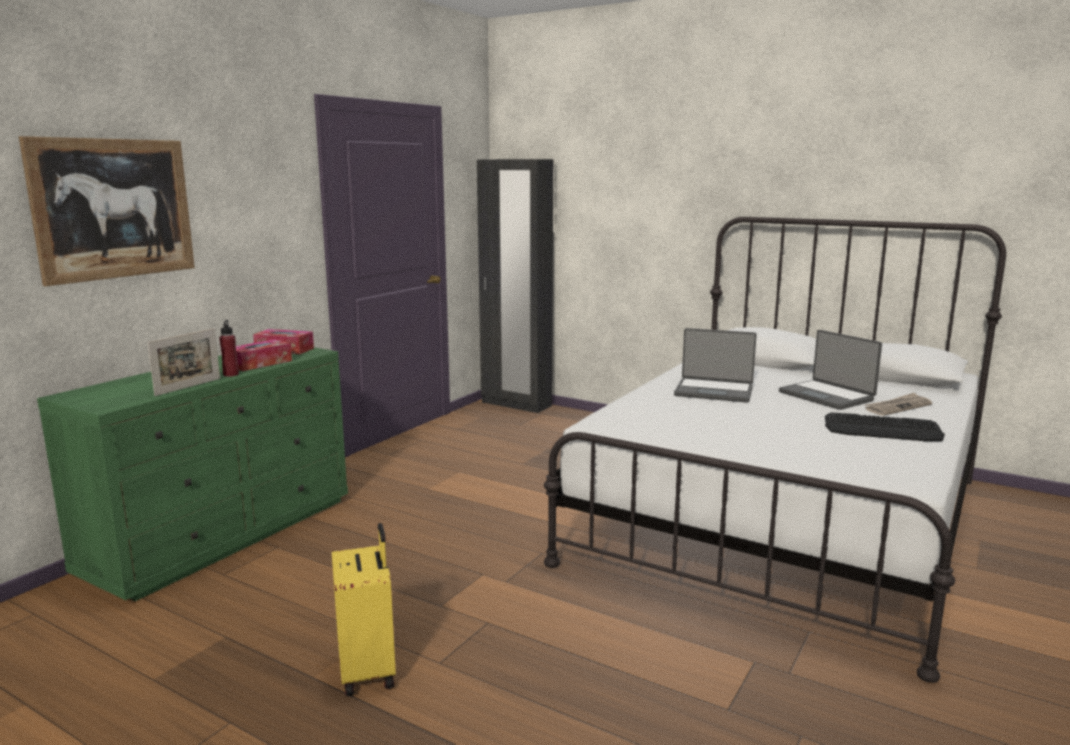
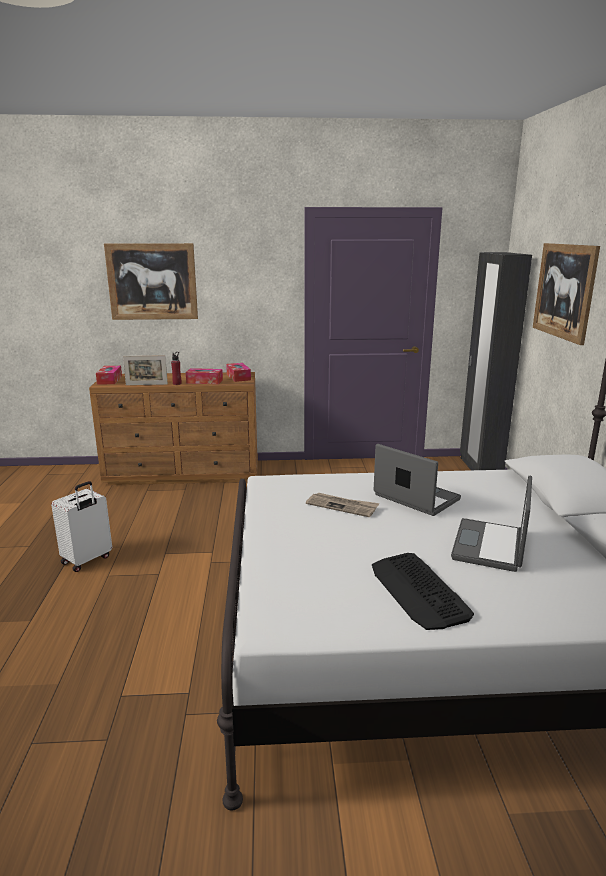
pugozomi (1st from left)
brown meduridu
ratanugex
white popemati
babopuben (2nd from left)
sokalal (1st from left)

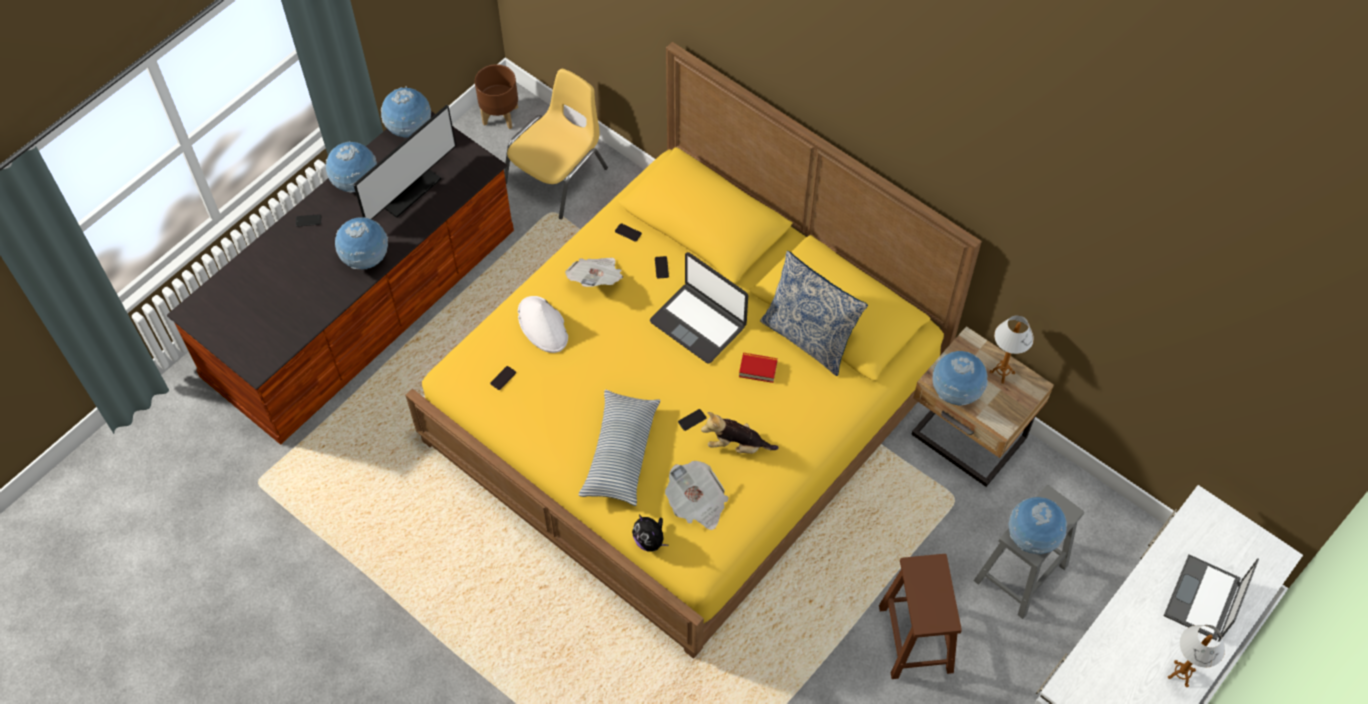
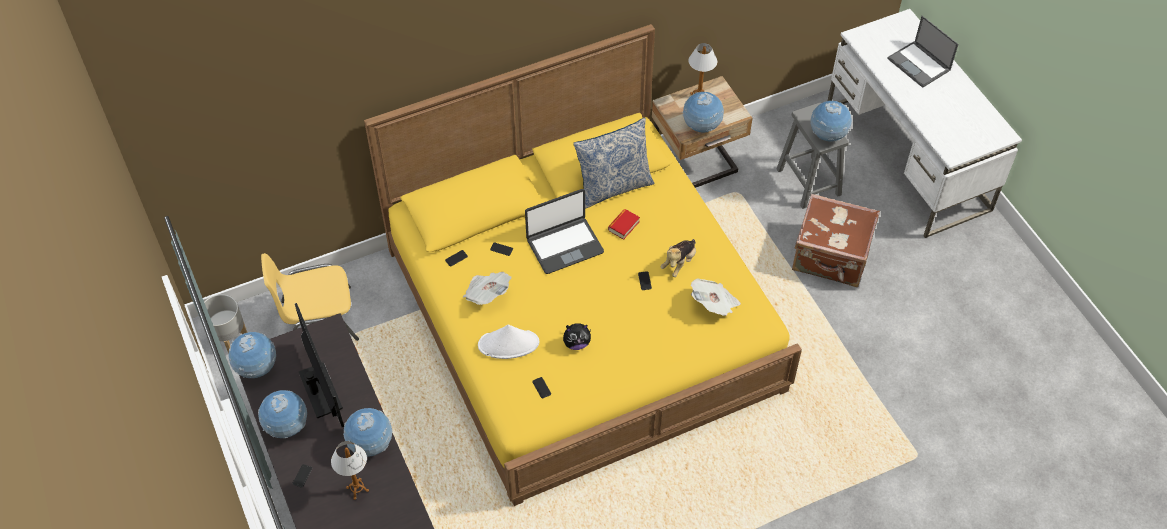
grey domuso
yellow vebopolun
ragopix (1st from left in the first image)
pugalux (1st from left)
brown popemati
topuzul (1st from left)

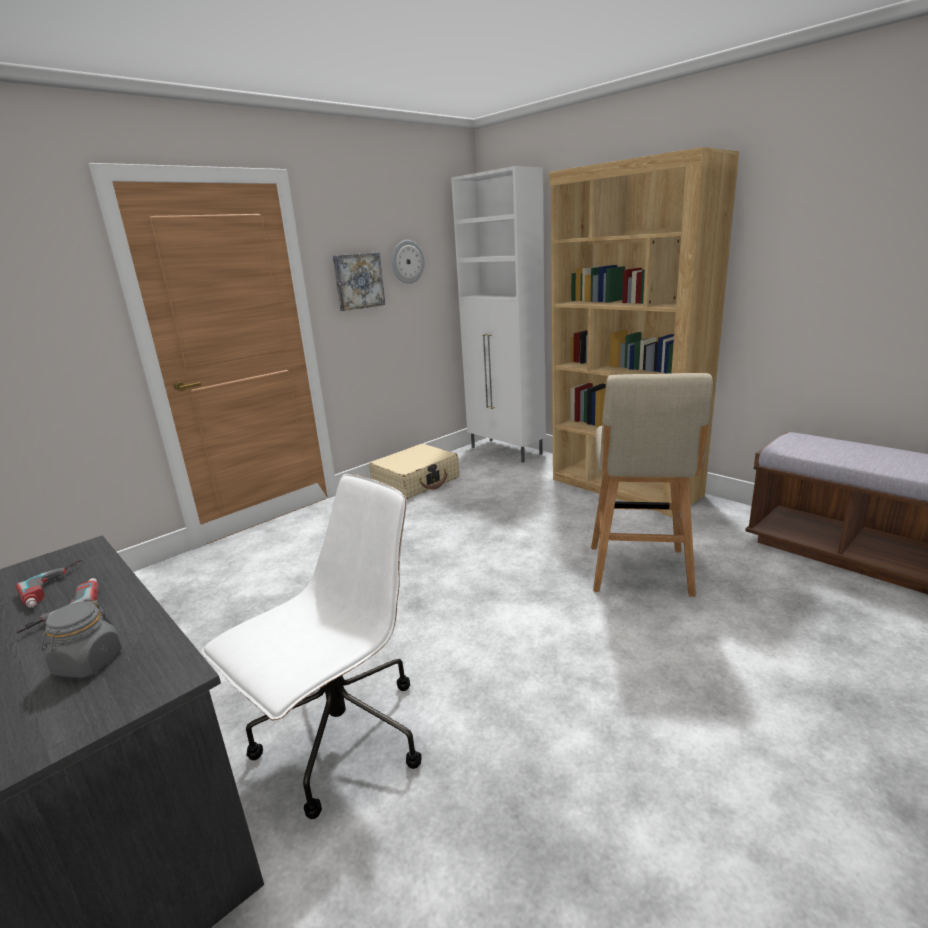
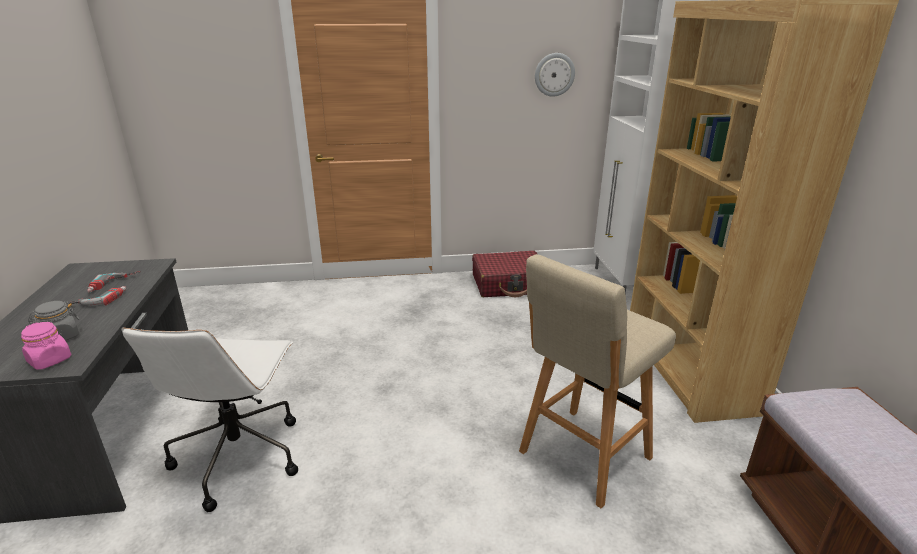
babopuben
red popemati
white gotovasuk
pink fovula

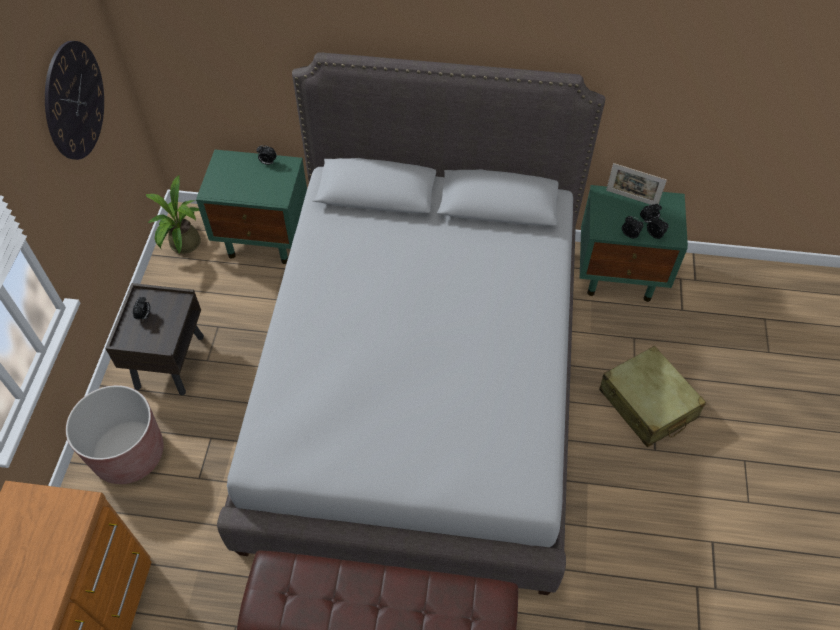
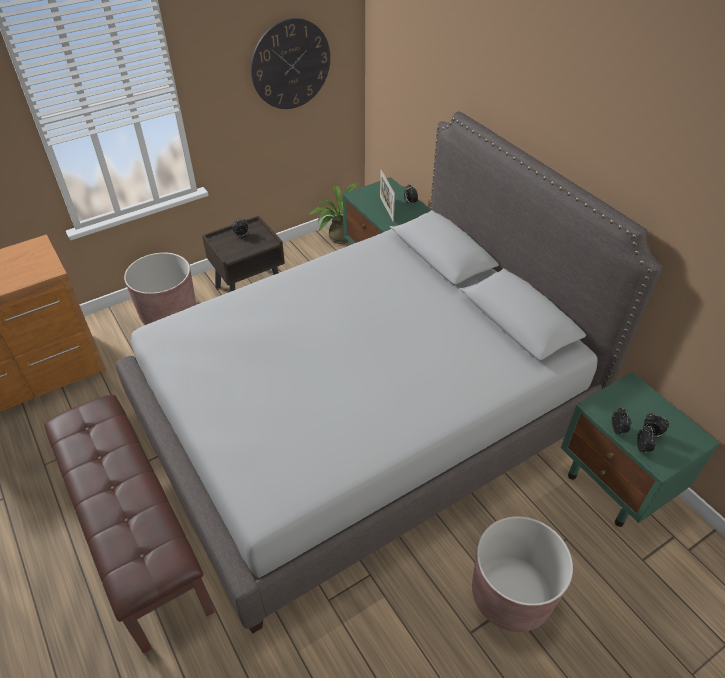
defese
brown domuso (2nd from left)

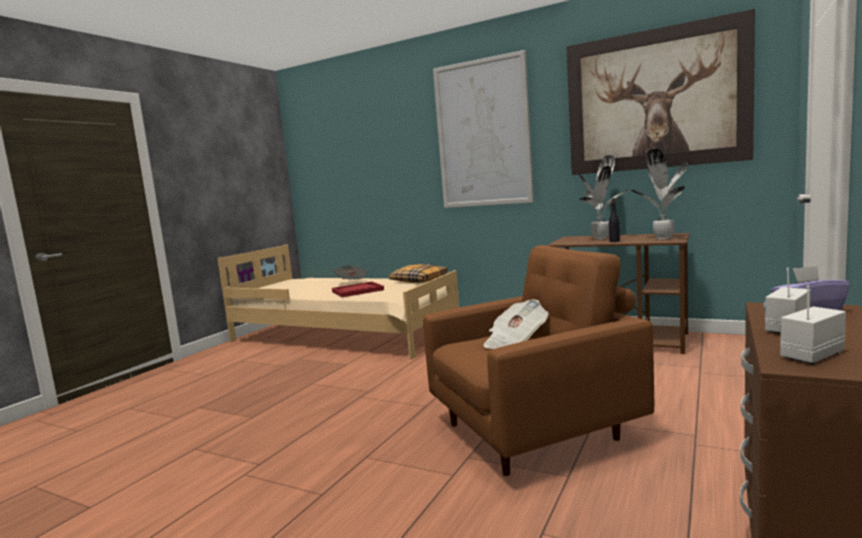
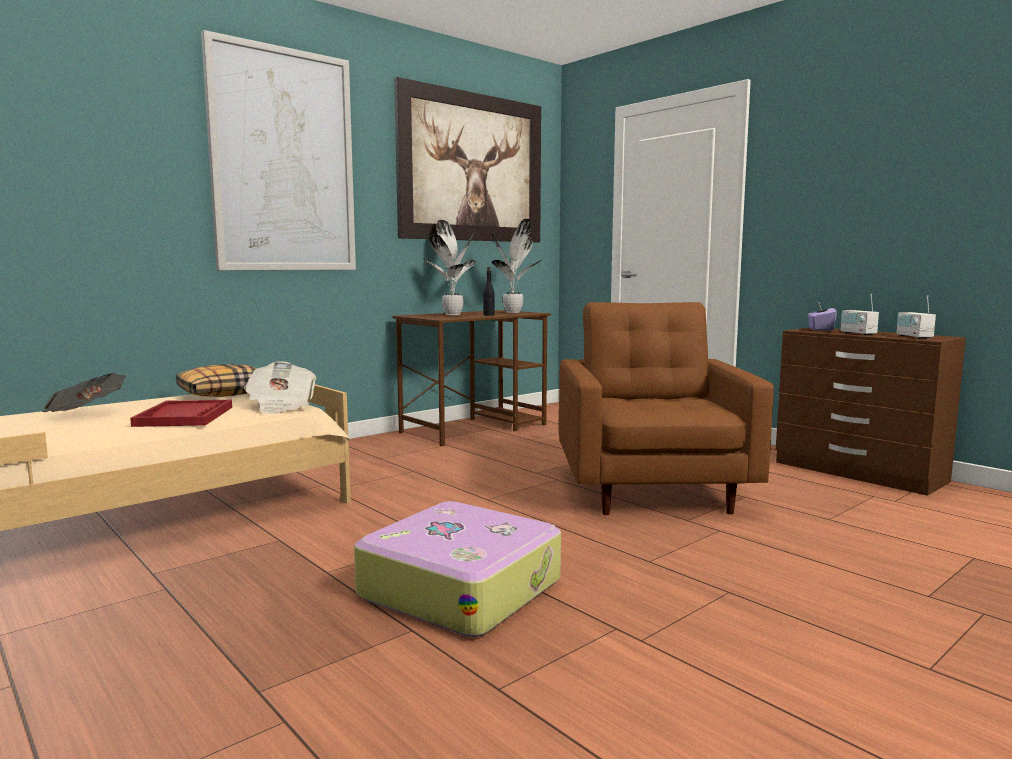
ratanugex (2nd from left)
popemati

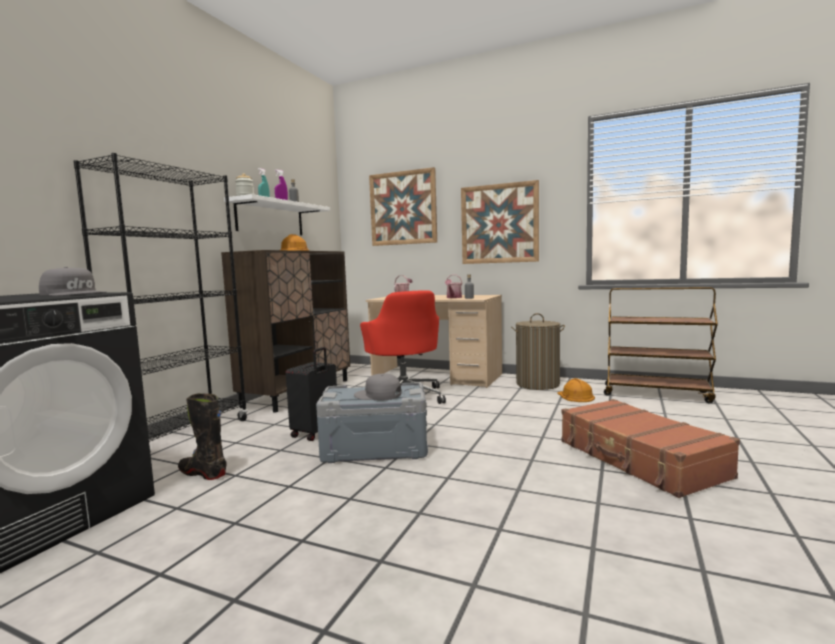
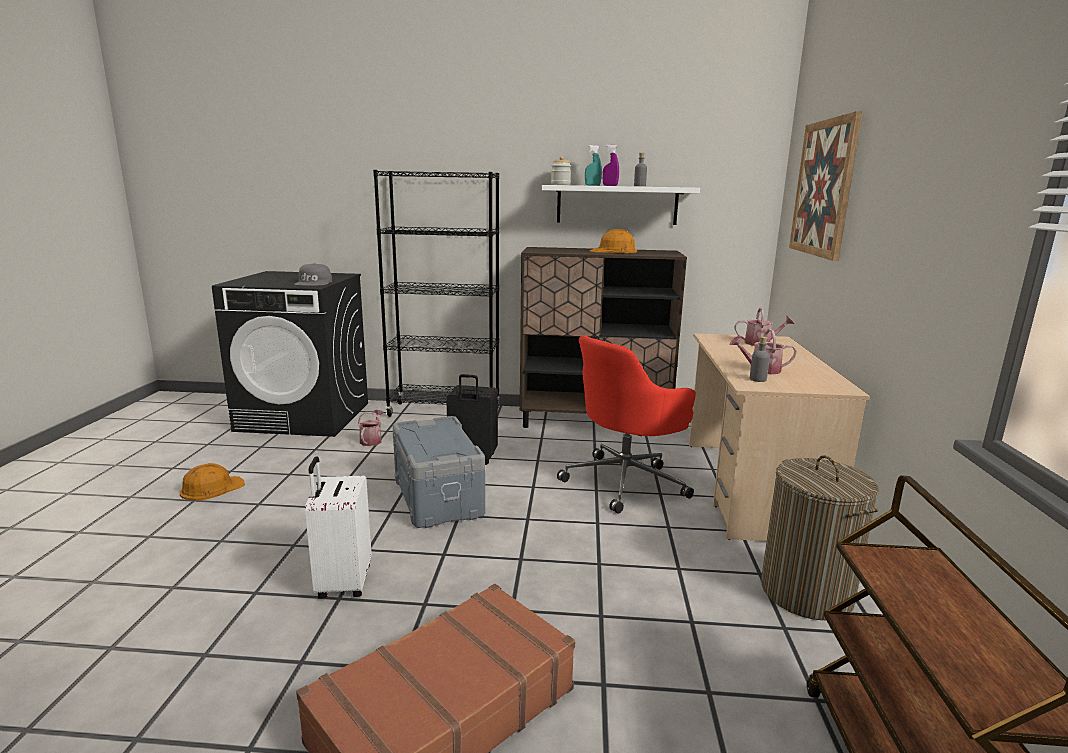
babopuben (2nd from left in the first image)
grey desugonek (2nd from left in the first image)
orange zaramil (1st from left)
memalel (1st from left)
white popemati

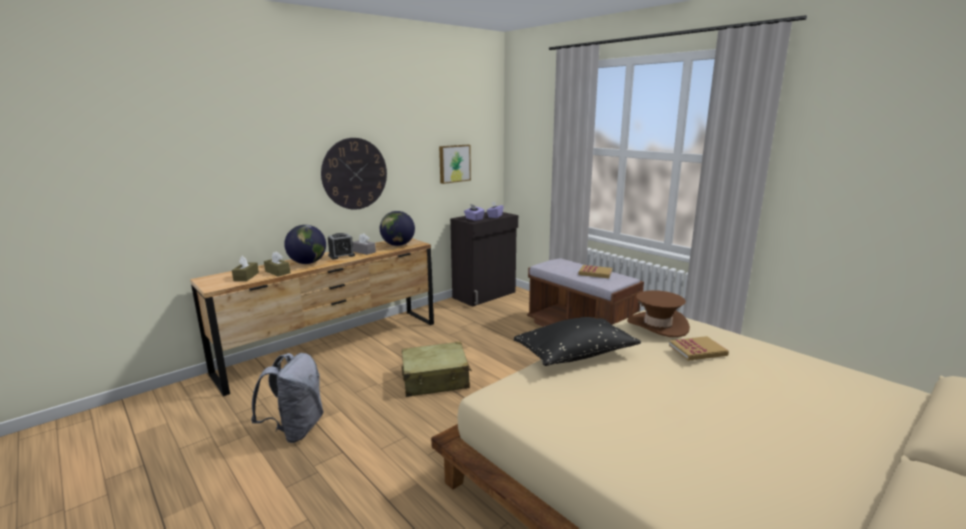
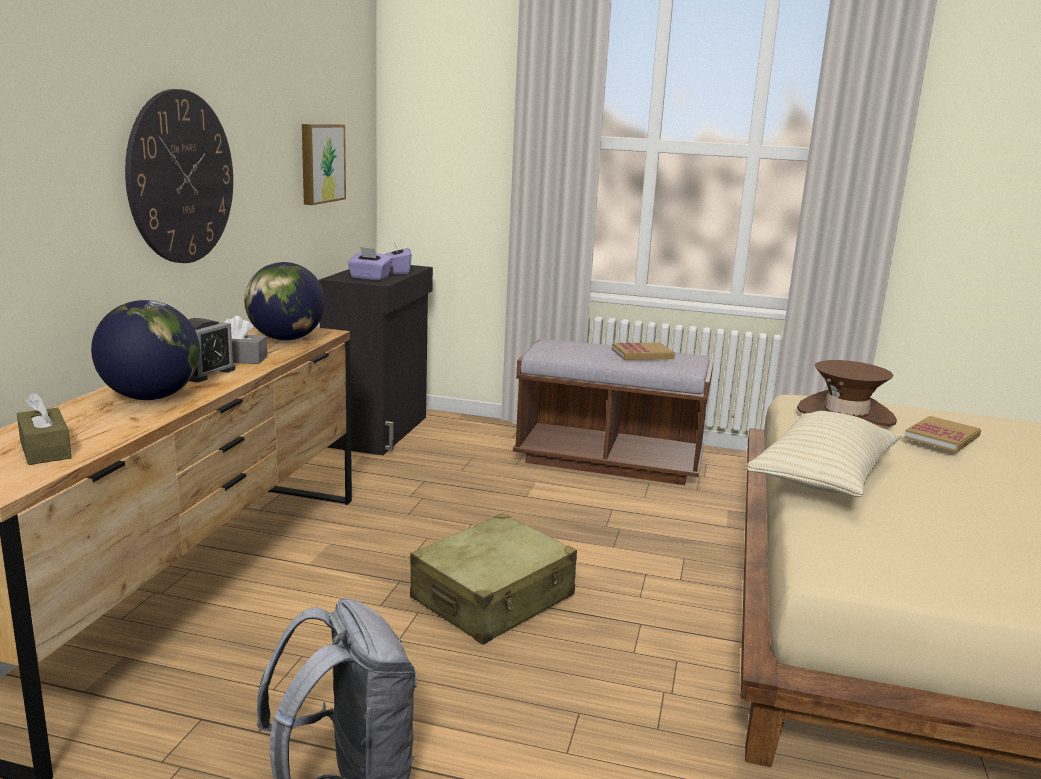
brown sokalal (2nd from left in the first image)
beige ragopix

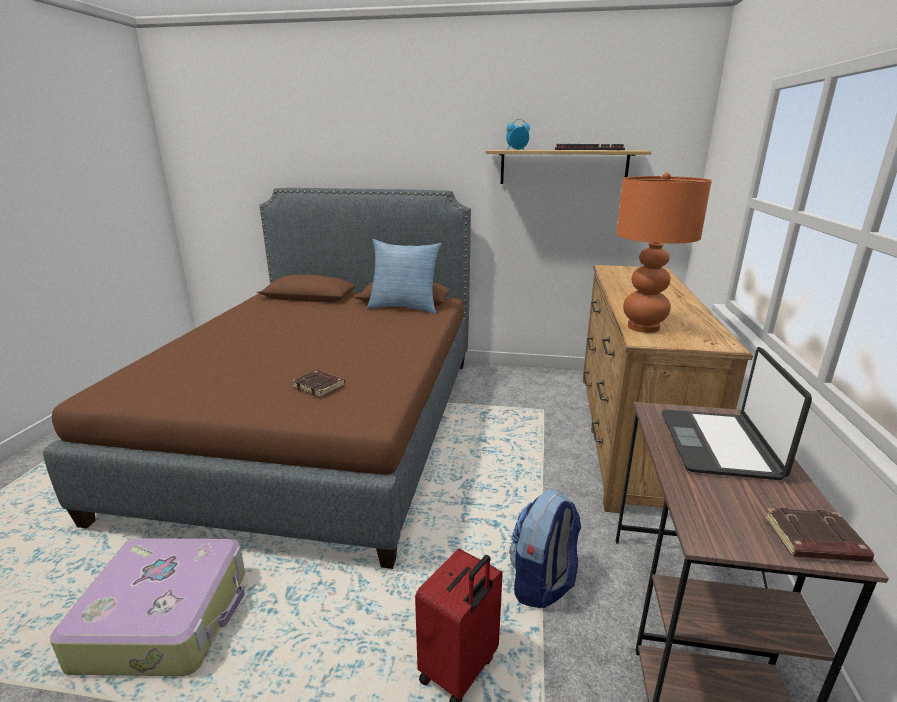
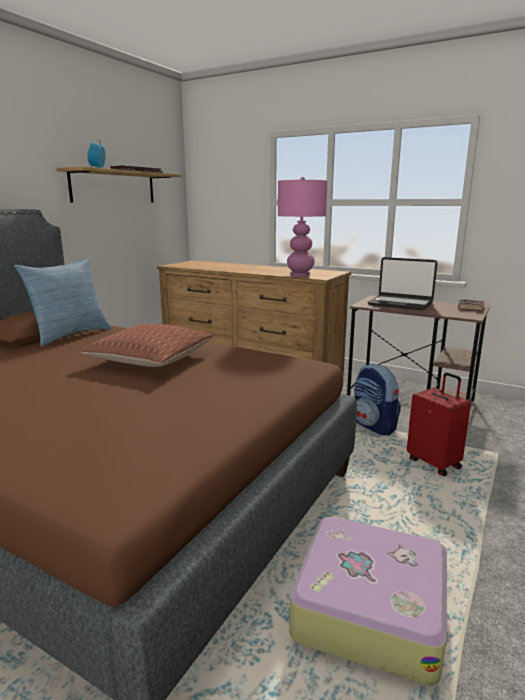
pink topuzul
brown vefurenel (1st from left in the first image)
ragopix (2nd from left)

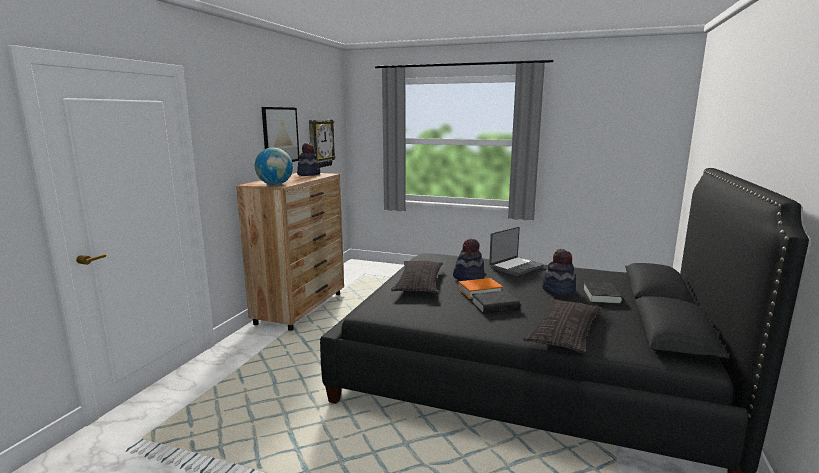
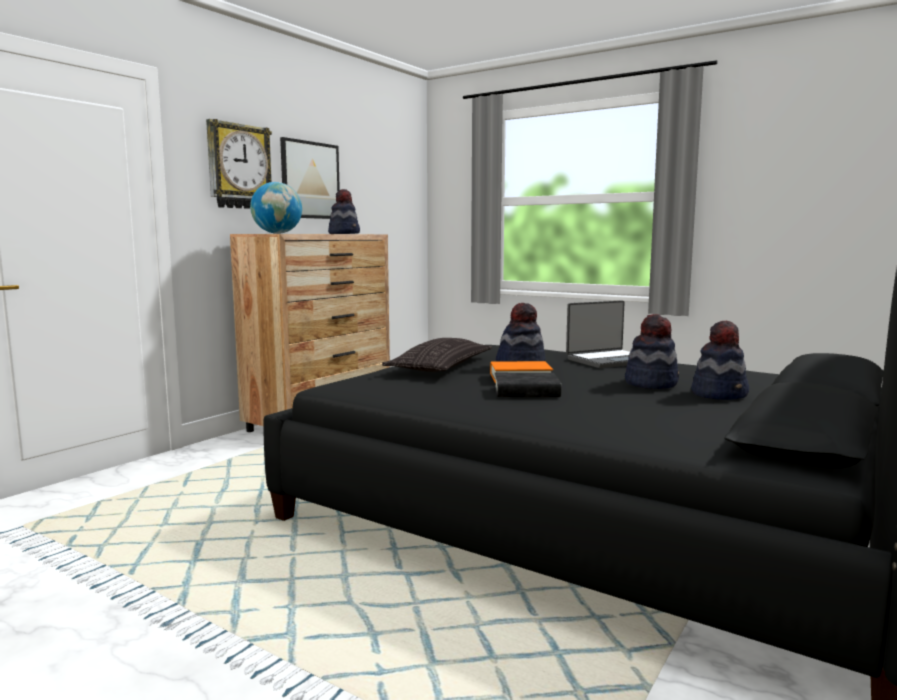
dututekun
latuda (4th from left)
ragopix (2nd from left in the first image)

